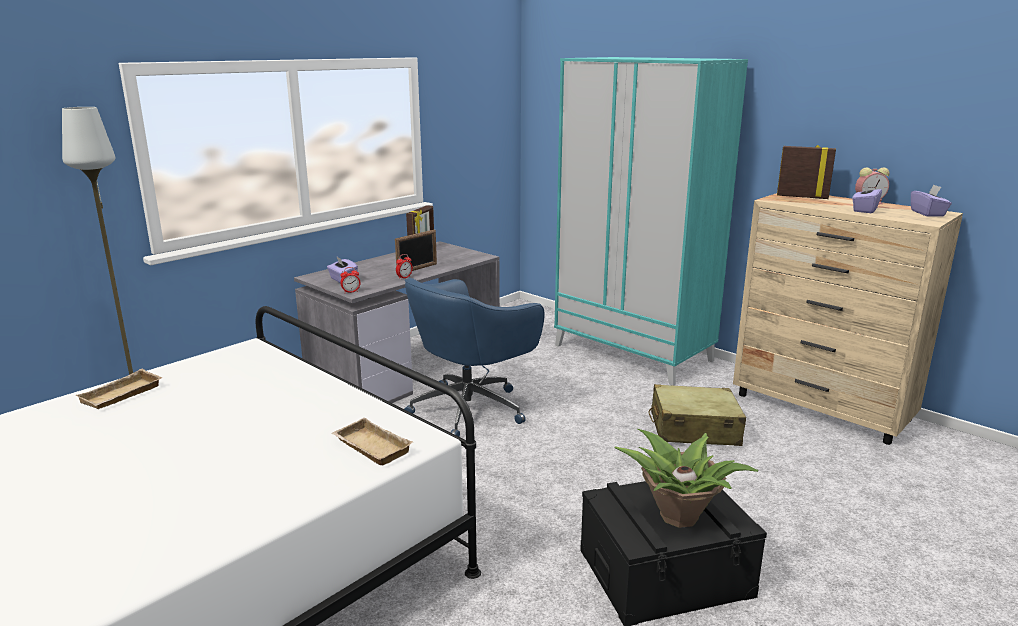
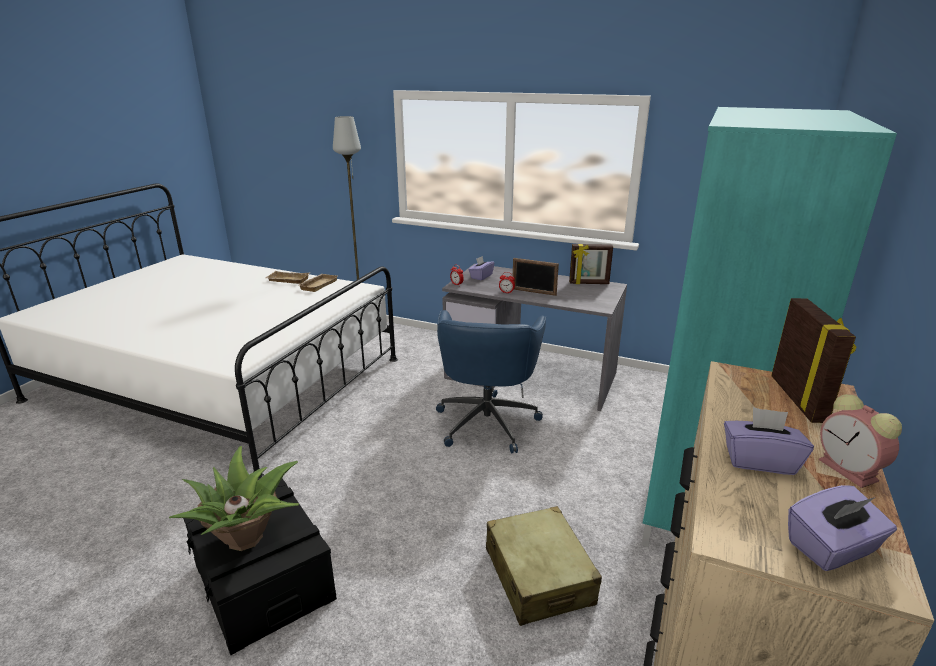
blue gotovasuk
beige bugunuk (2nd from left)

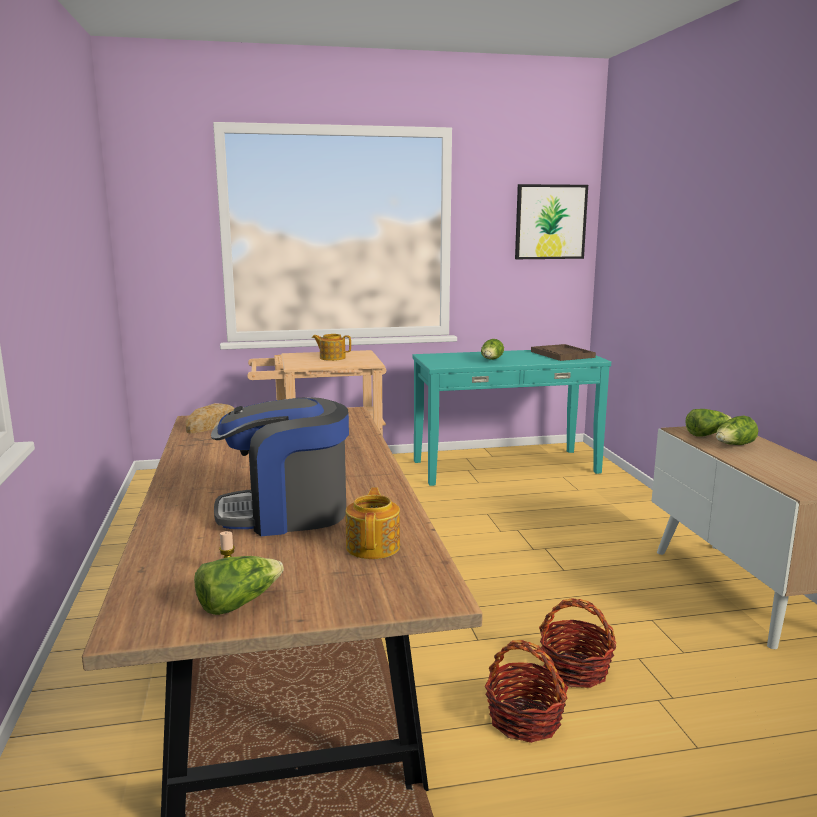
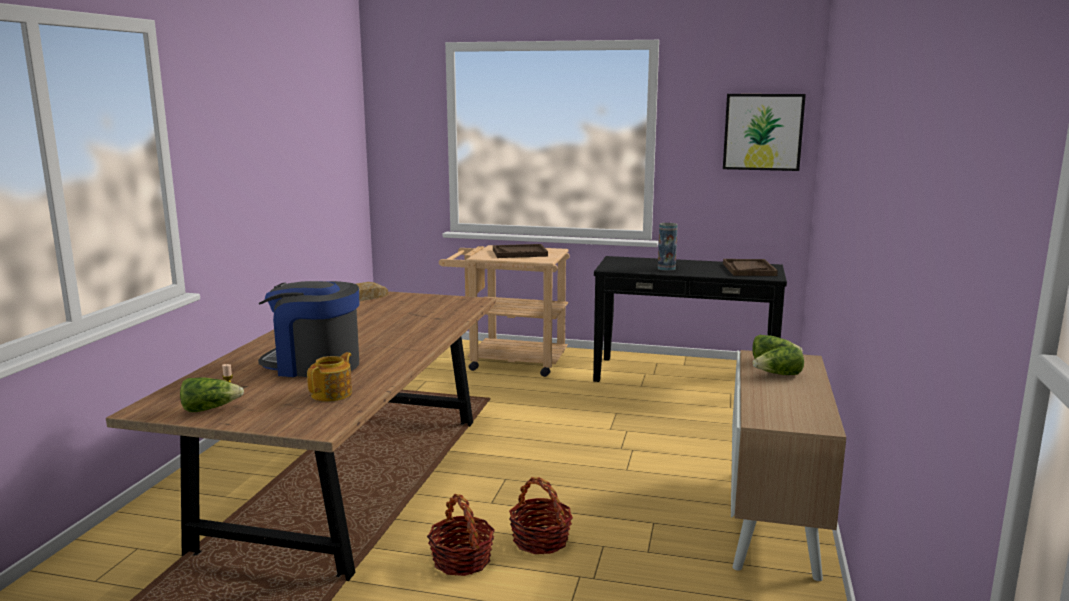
brown bugunuk (1st from left)
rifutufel
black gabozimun

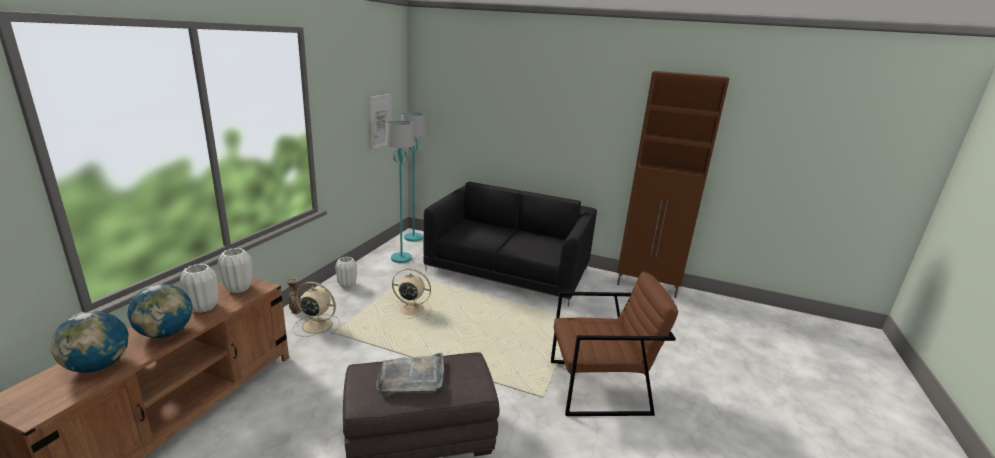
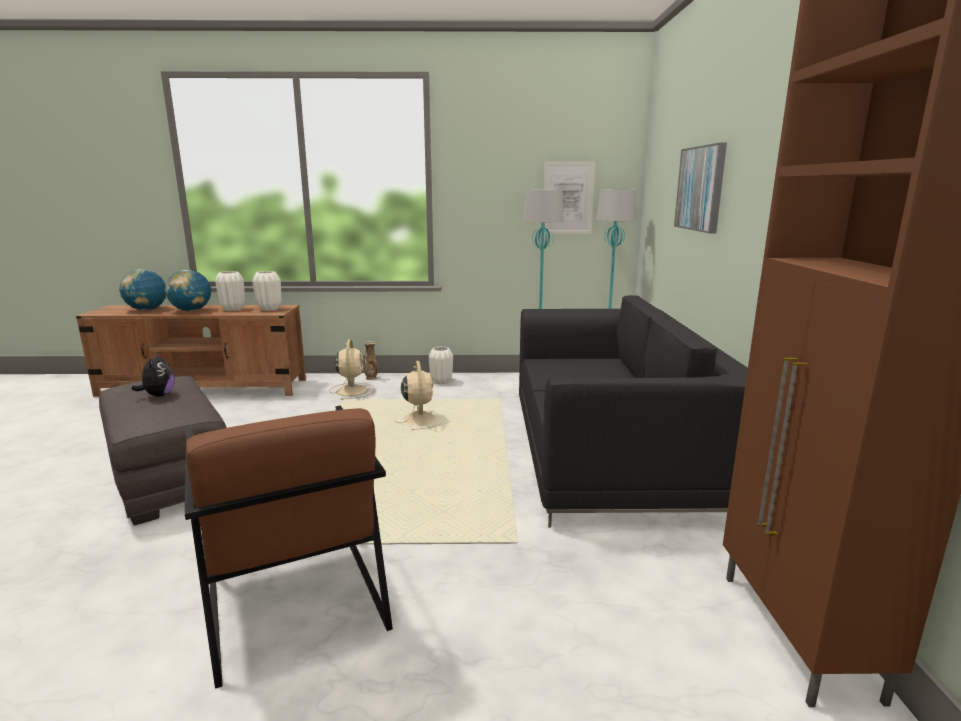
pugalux
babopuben (2nd from left)

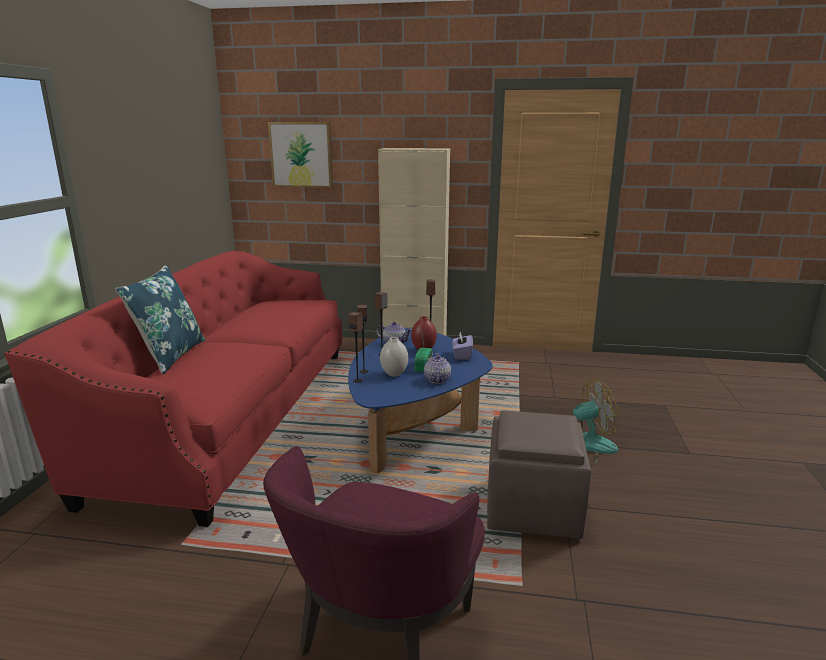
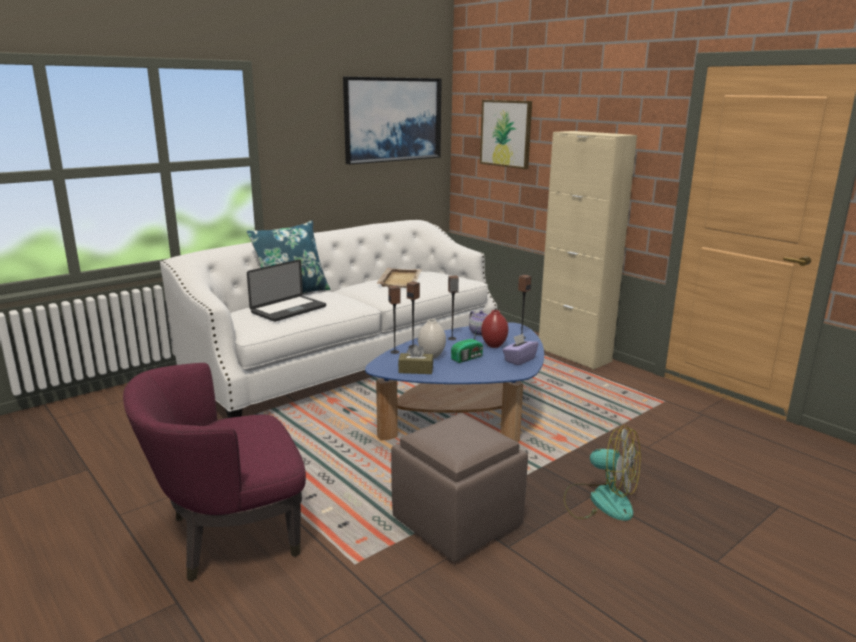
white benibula
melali (2nd from left in the first image)
babopuben (1st from left)
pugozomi
beige bugunuk
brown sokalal

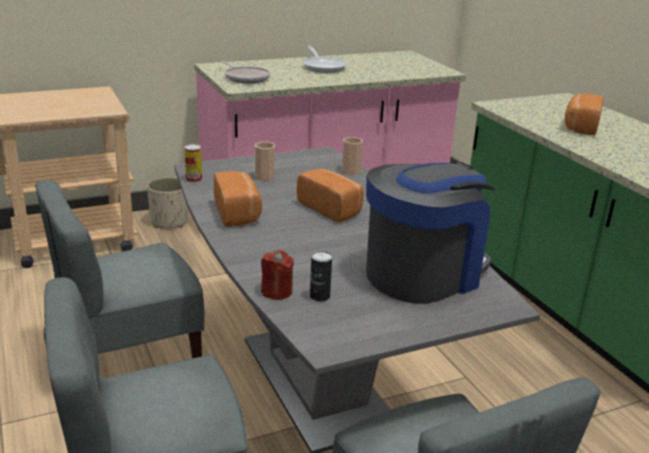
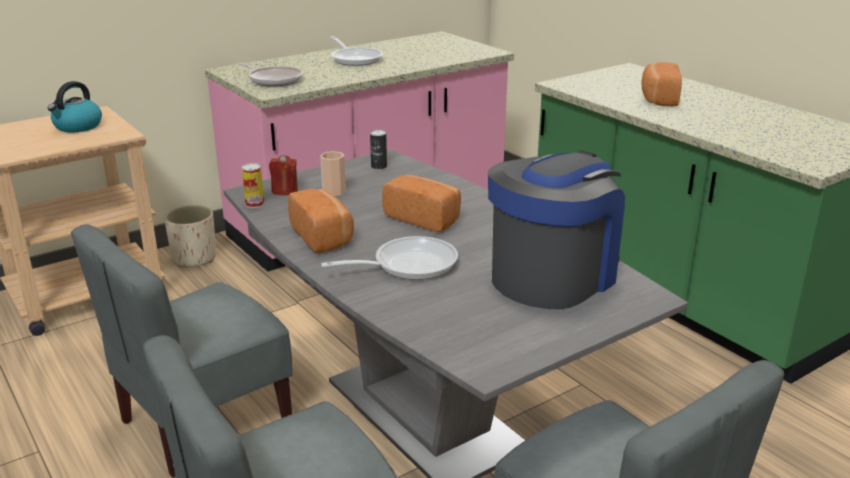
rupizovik (2nd from left in the first image)
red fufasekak
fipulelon (2nd from left)
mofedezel
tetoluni (3rd from left)

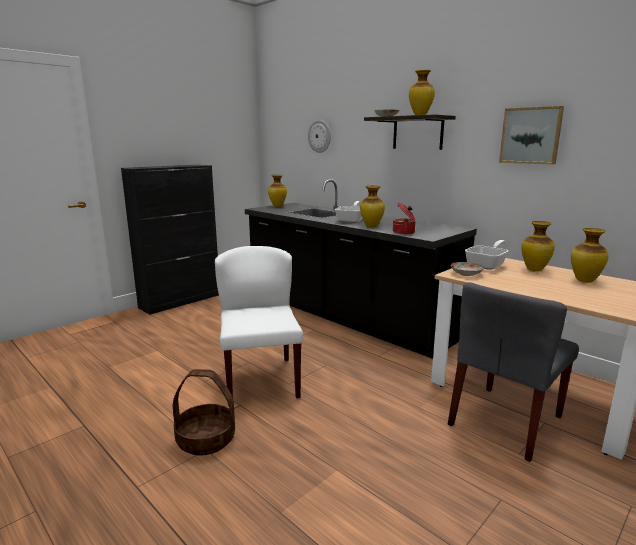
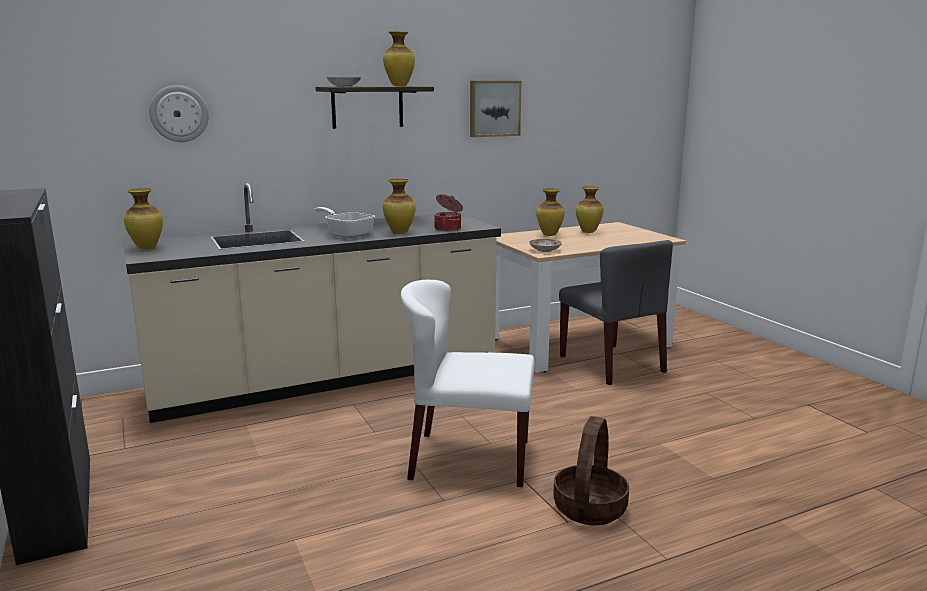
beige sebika
tetoluni (2nd from left in the first image)

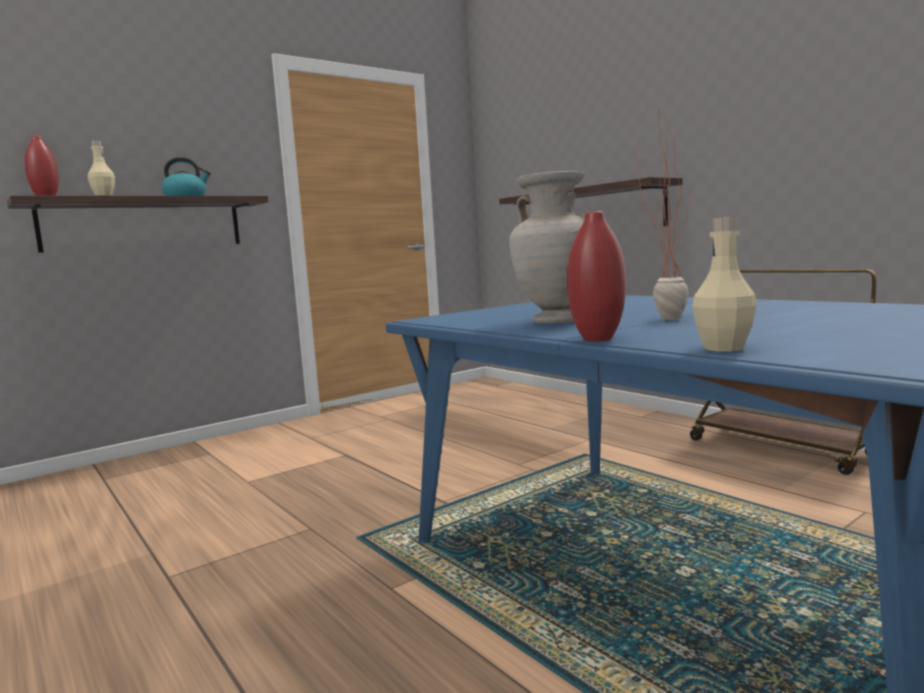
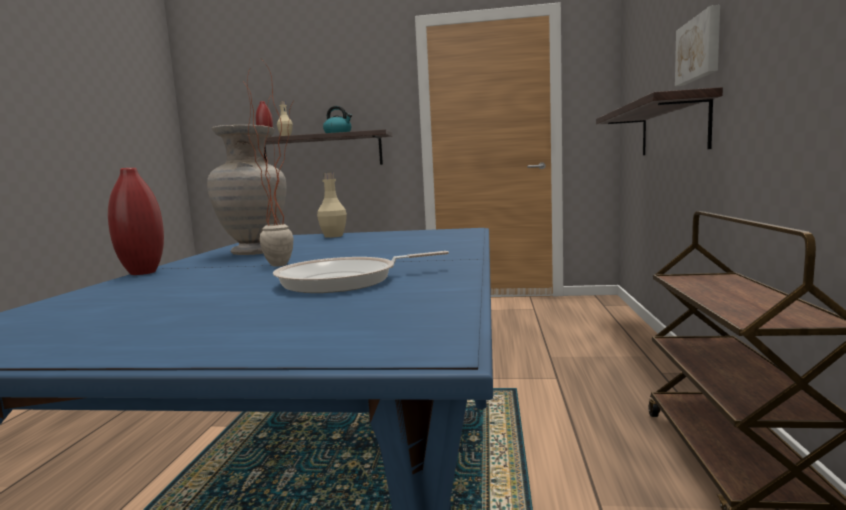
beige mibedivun (2nd from left)
babopuben
tetoluni

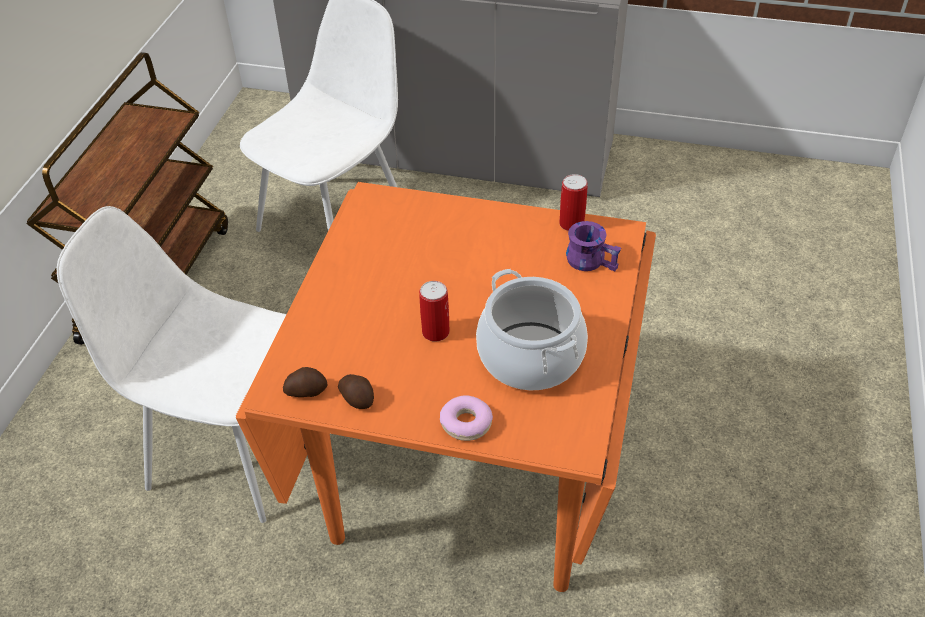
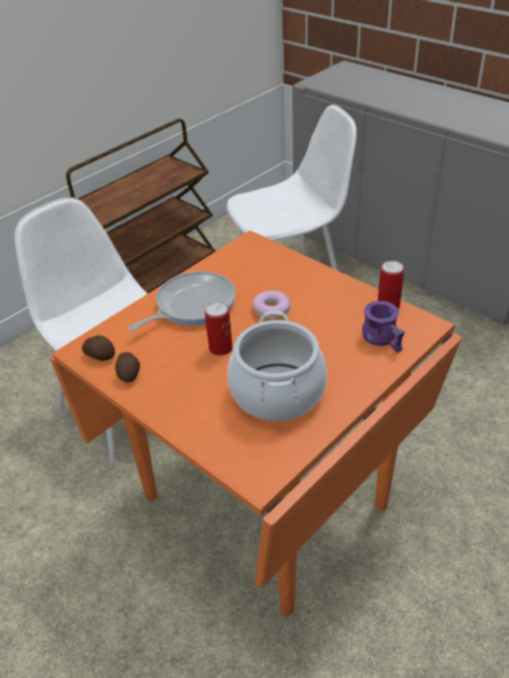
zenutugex
tetoluni

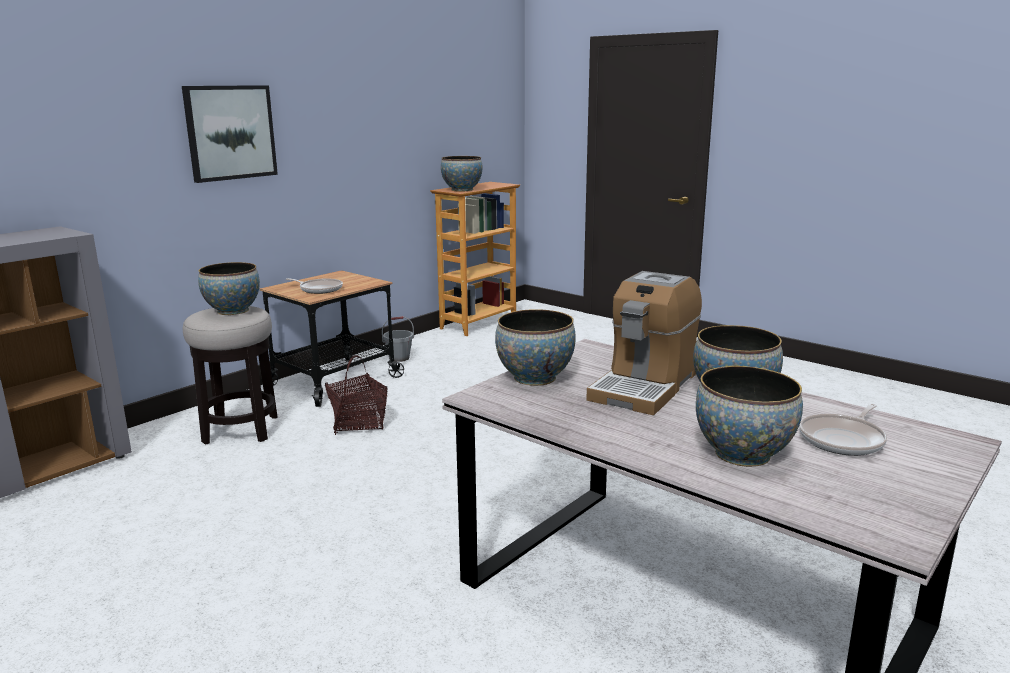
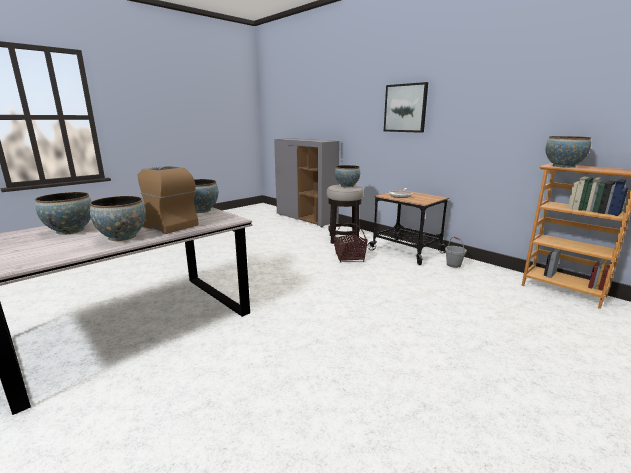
tetoluni (2nd from left in the first image)

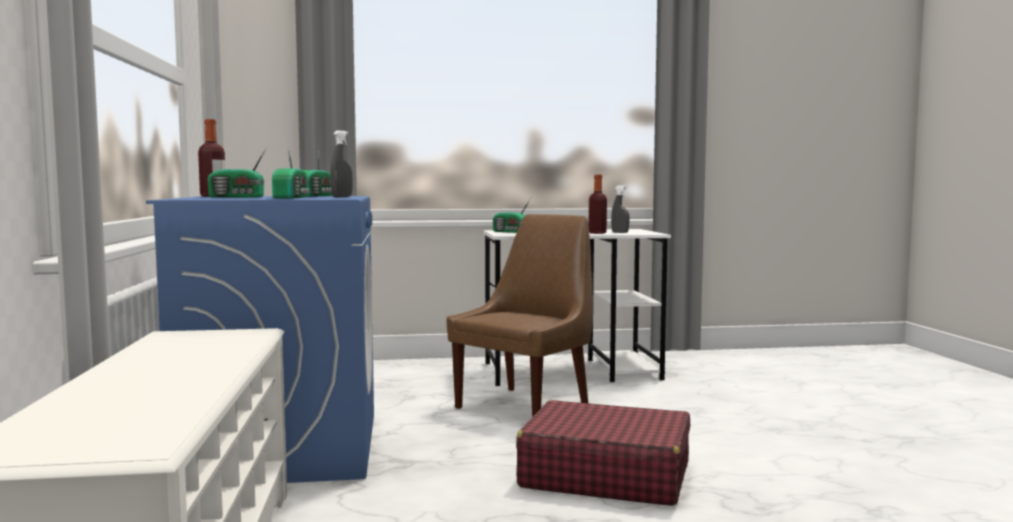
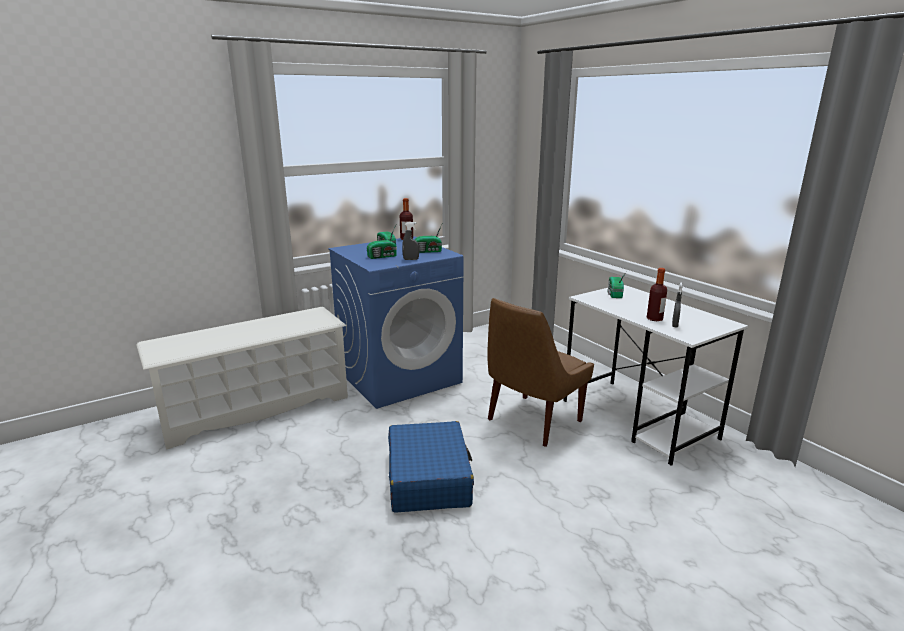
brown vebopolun
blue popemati

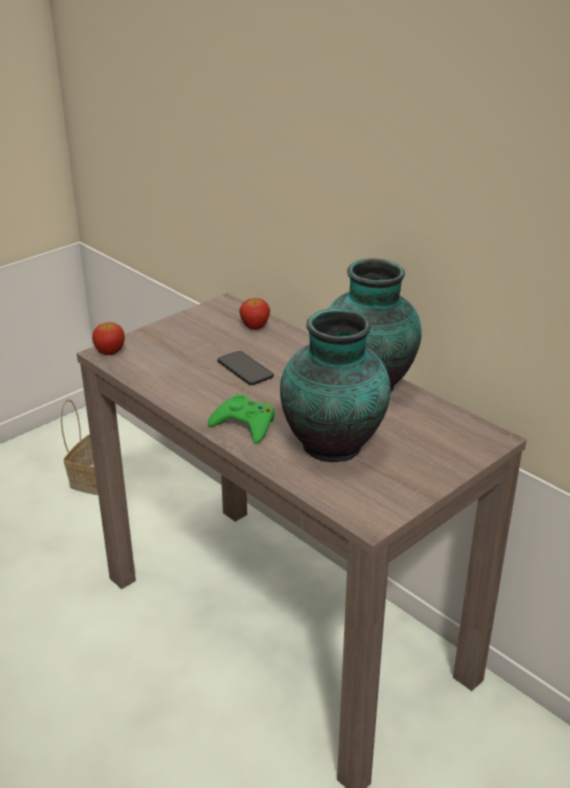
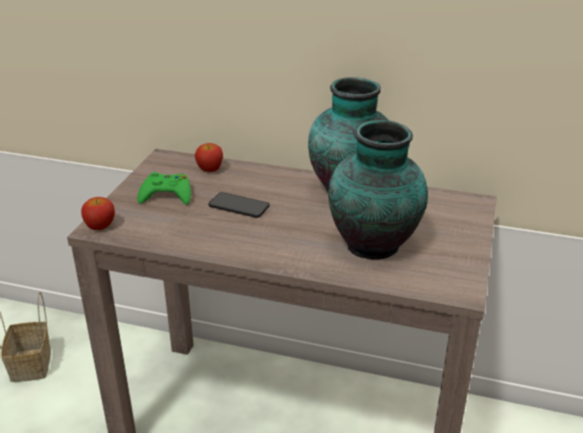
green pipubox

